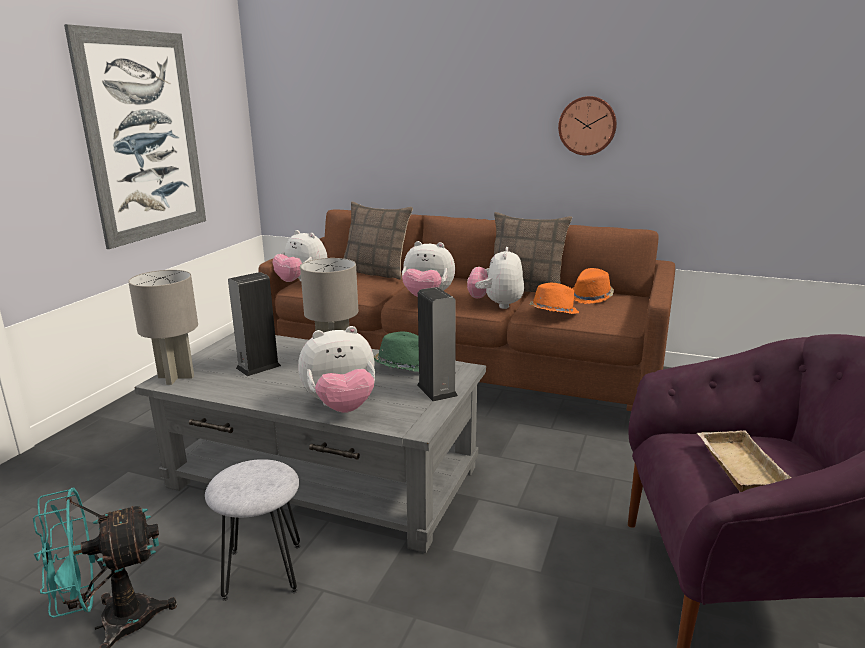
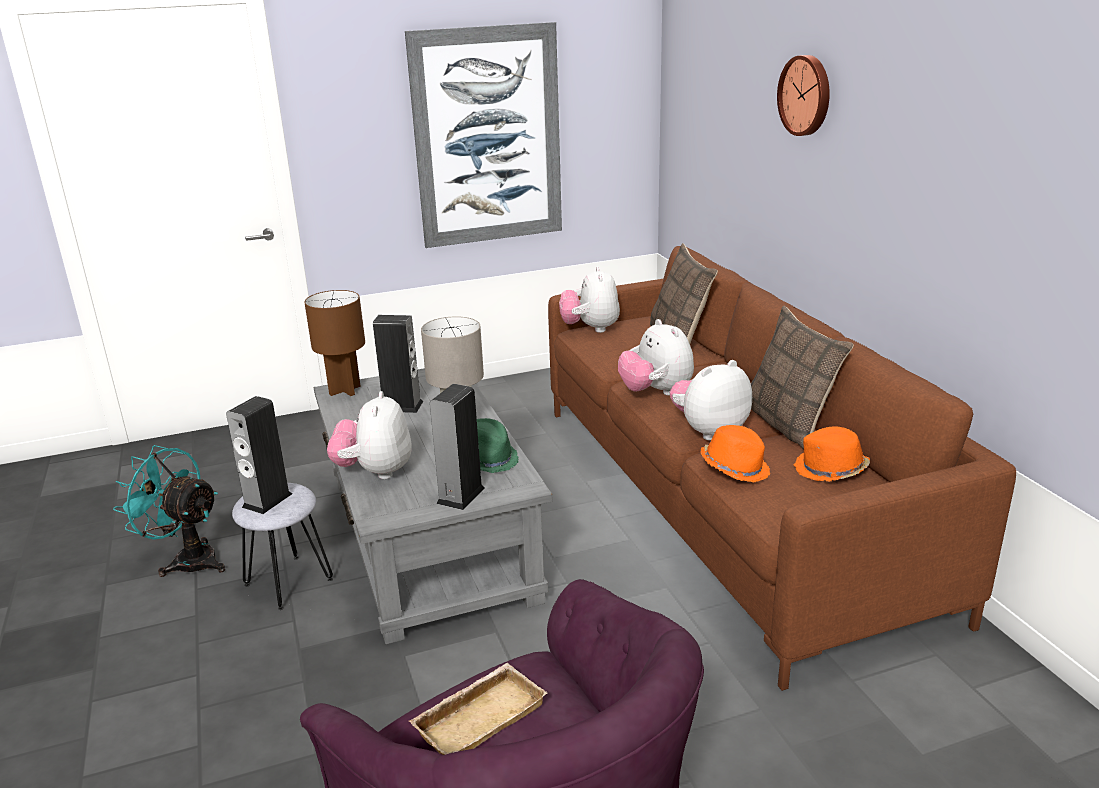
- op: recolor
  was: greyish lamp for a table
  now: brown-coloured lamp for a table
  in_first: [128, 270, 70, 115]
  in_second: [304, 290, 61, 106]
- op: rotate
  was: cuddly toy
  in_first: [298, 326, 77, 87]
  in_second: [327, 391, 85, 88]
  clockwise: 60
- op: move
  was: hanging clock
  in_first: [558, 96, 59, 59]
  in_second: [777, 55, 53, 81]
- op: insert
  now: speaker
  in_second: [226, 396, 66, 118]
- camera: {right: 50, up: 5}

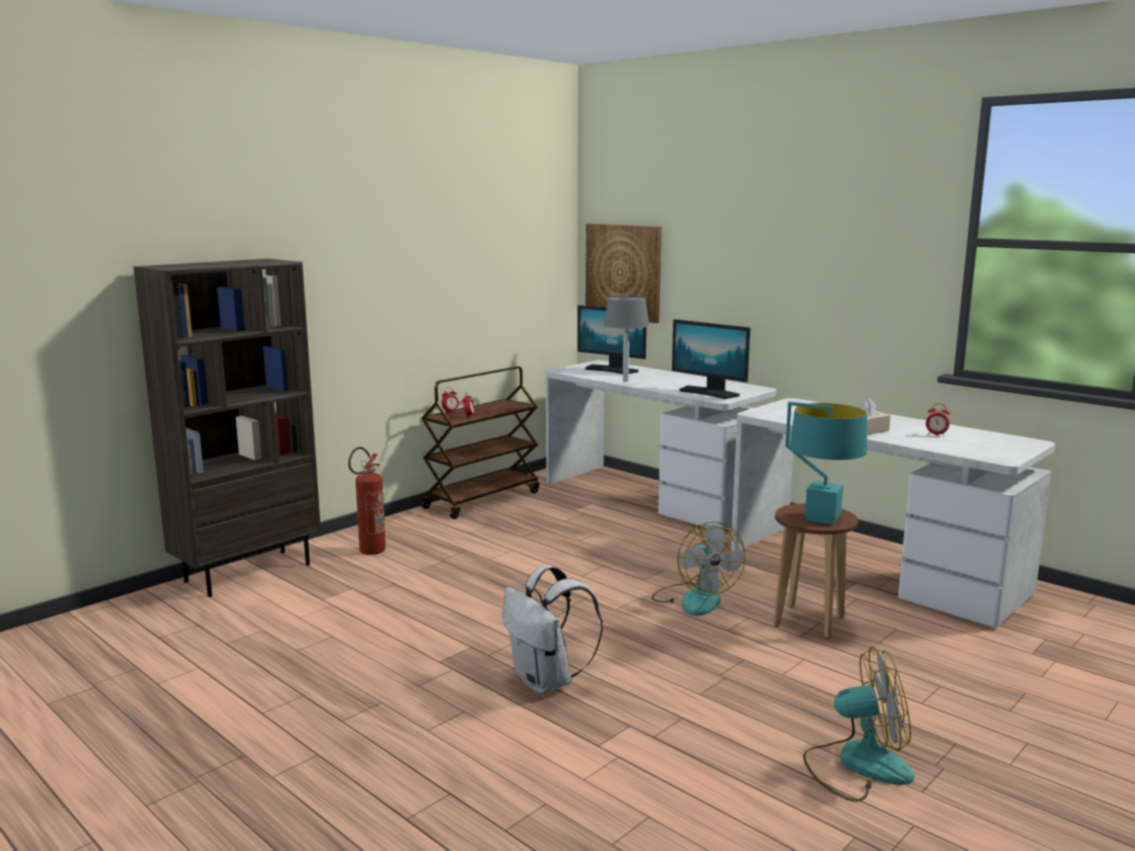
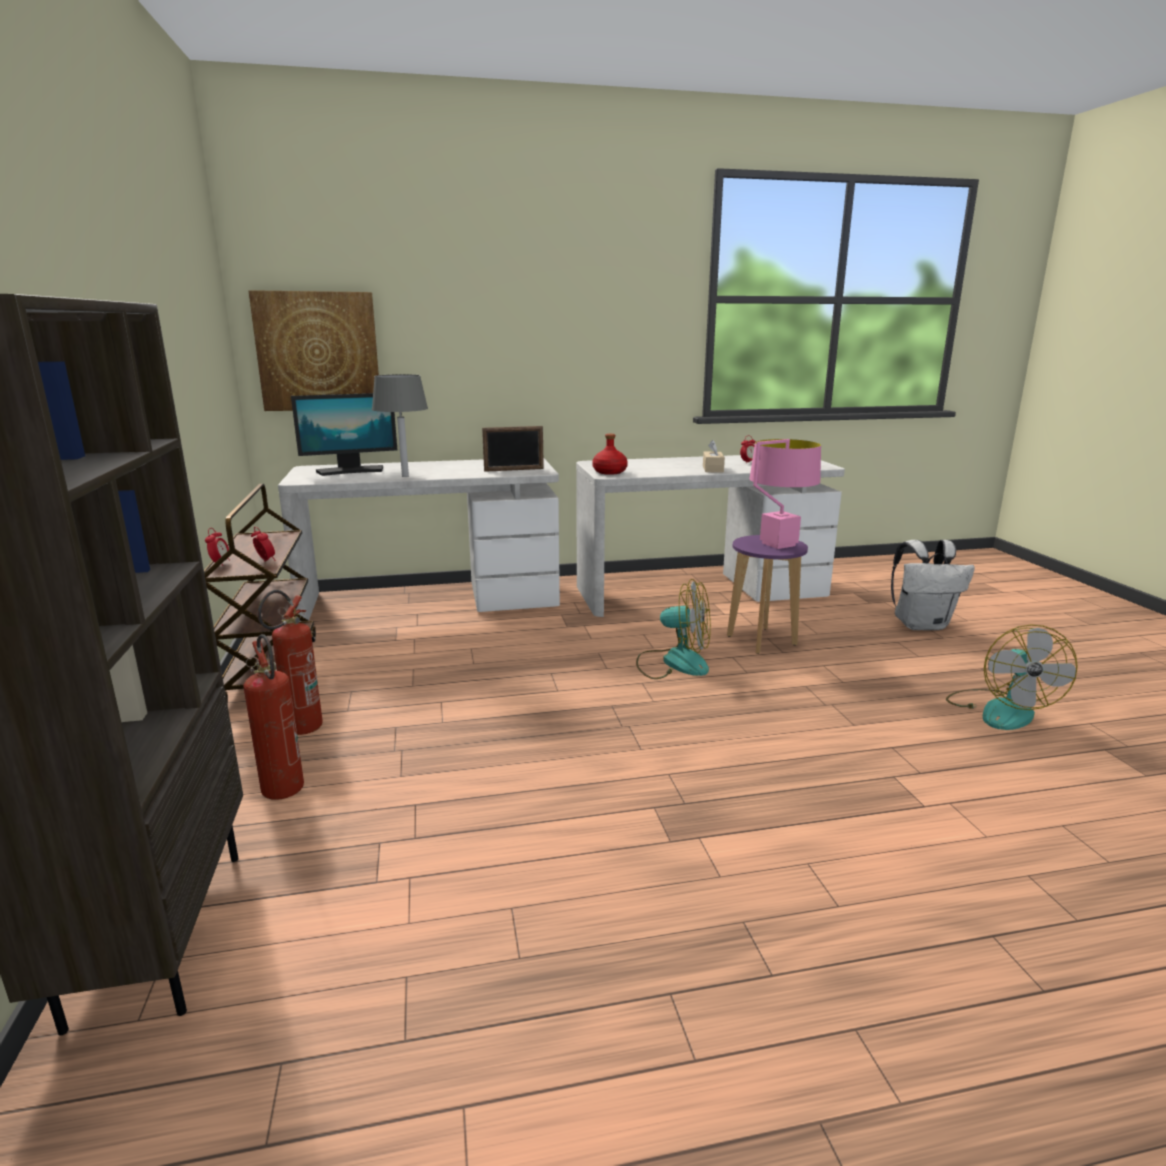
- op: move
  was: white rucksack
  in_first: [502, 565, 101, 129]
  in_second: [891, 540, 84, 90]
- op: replace
  was: computer screen
  now: picture frame
  in_first: [672, 319, 78, 80]
  in_second: [482, 426, 62, 46]
- op: recolor
  was: brown-coloured stool
  now: purple stool
  in_first: [773, 503, 85, 135]
  in_second: [727, 535, 81, 119]
- op: recolor
  was: turquoise lamp for a table
  now: pink lamp for a table
  in_first: [785, 402, 82, 123]
  in_second: [750, 439, 71, 110]
- op: rotate
  was: fan
  in_first: [803, 646, 111, 156]
  in_second: [946, 625, 132, 105]
  clockwise: 150
- op: insert
  now: extinguisher
  in_second: [258, 590, 65, 145]
- op: insert
  now: red beverage bottle
  in_second: [592, 434, 36, 41]
- camera: {right: -55, up: 5}

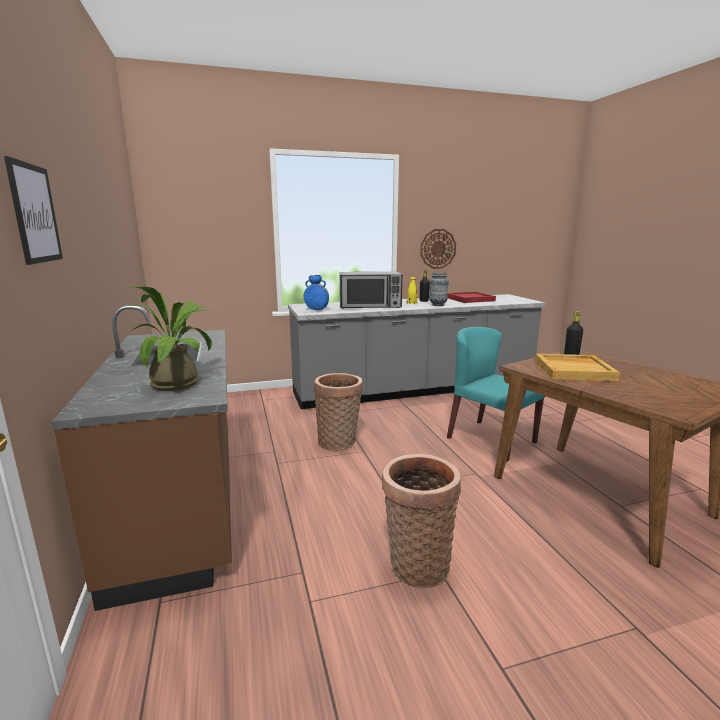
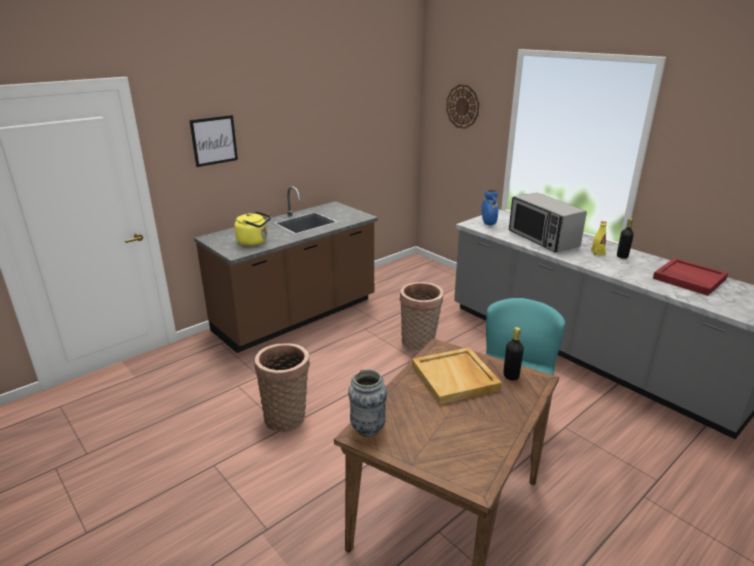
- op: replace
  was: houseplant
  now: yellow tea kettle
  in_first: [126, 287, 86, 104]
  in_second: [234, 211, 37, 35]
- op: move
  was: hanging clock
  in_first: [420, 229, 36, 40]
  in_second: [446, 84, 33, 45]
- op: move
  was: vase
  in_first: [429, 272, 20, 34]
  in_second: [348, 369, 39, 68]
- camera: {right: 65, up: 10}

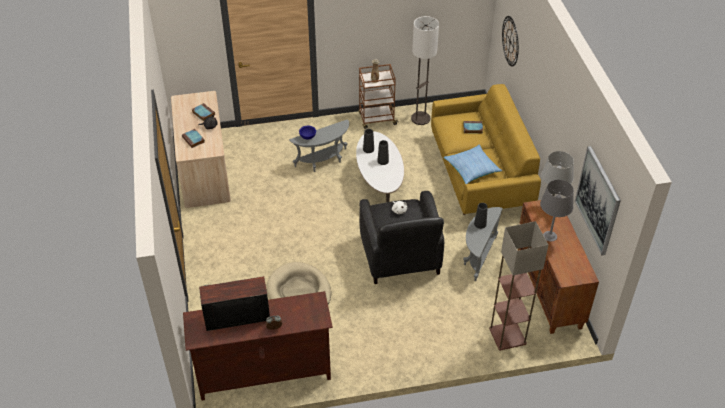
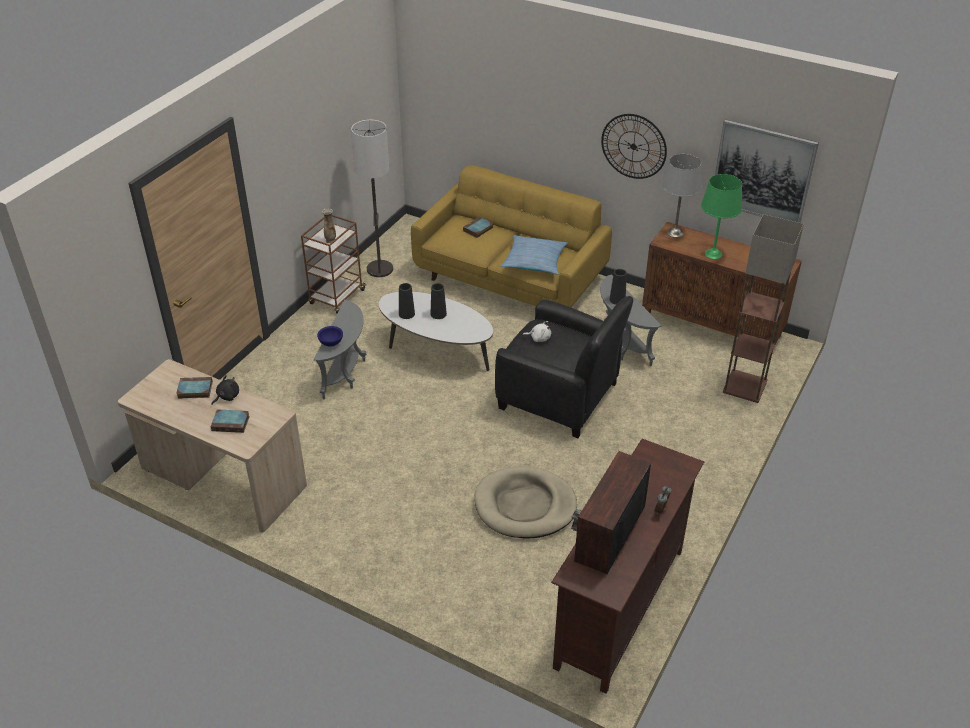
- op: move
  was: hanging clock
  in_first: [502, 16, 17, 50]
  in_second: [601, 114, 66, 65]
- op: recolor
  was: greyish lamp for a table
  now: green-coloured lamp for a table
  in_first: [540, 180, 34, 62]
  in_second: [701, 174, 41, 85]
- camera: {right: -50, up: -5}

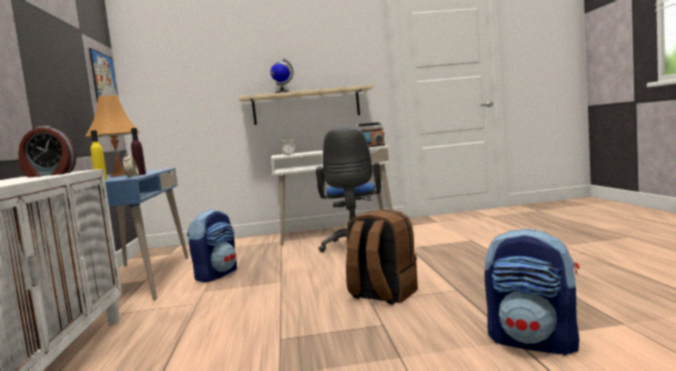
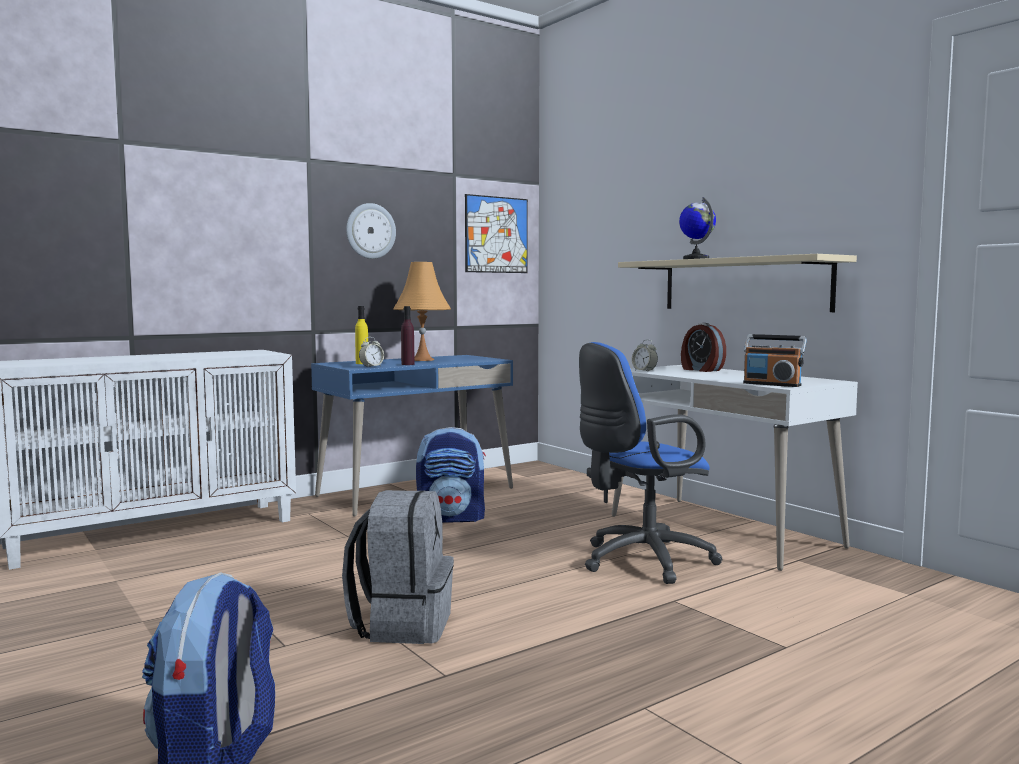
- op: move
  was: alarm clock
  in_first: [18, 126, 58, 52]
  in_second: [681, 323, 45, 49]
- op: recolor
  was: brown-coloured rucksack
  now: greyish rucksack
  in_first: [346, 209, 72, 96]
  in_second: [342, 490, 112, 154]
- op: insert
  now: hanging clock
  in_second: [346, 203, 50, 56]
- camera: {right: 60, up: 0}

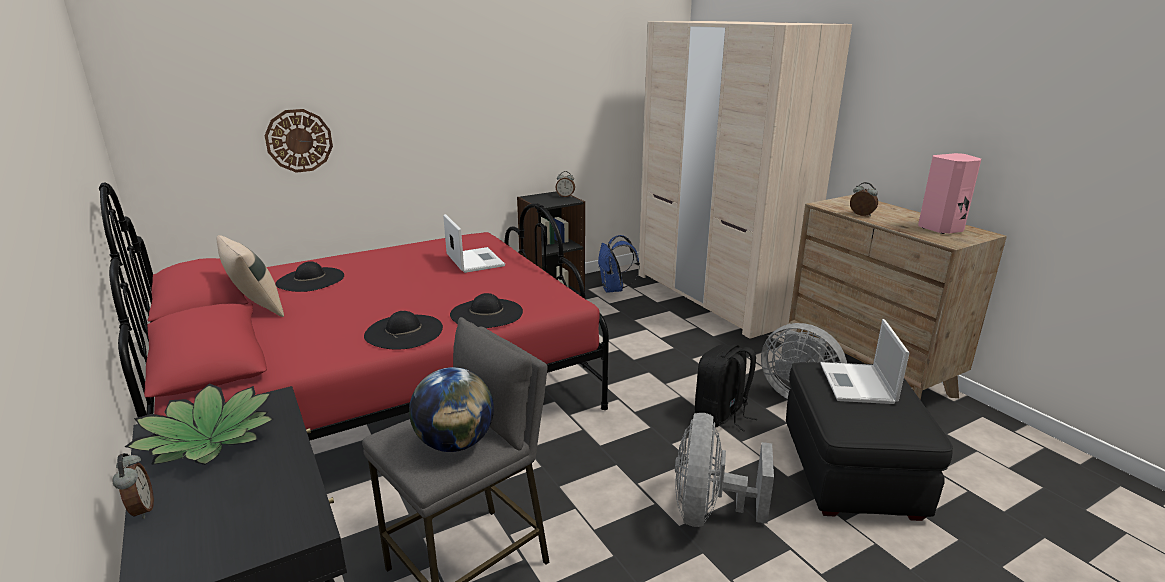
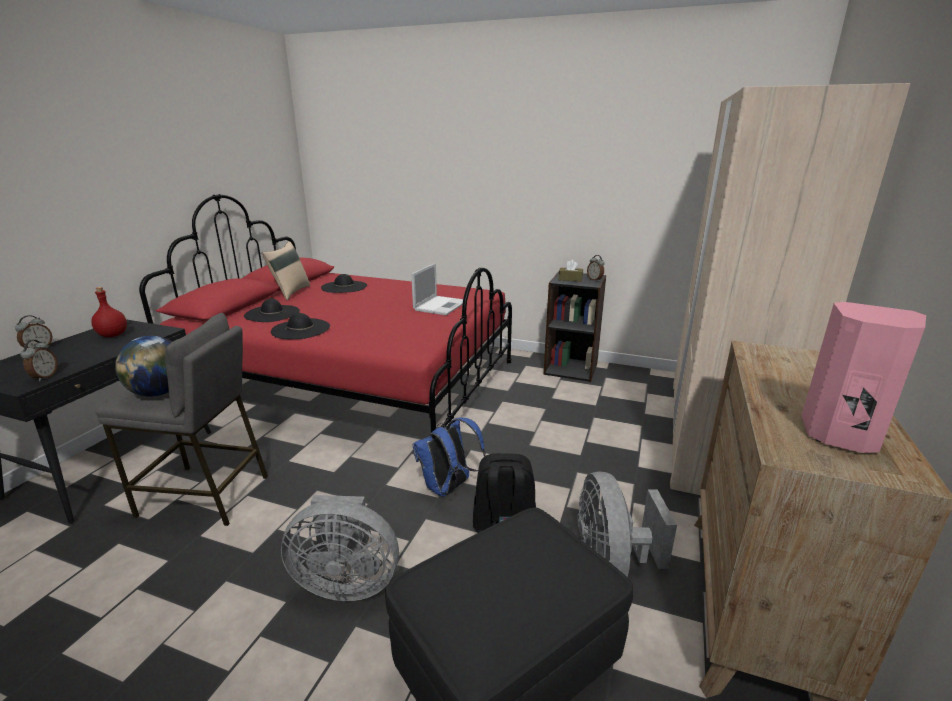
- op: replace
  was: houseplant
  now: red beverage bottle
  in_first: [125, 383, 149, 82]
  in_second: [91, 287, 36, 50]
- op: delete
  was: hanging clock
  in_first: [265, 109, 68, 64]
- op: move
  was: black-coloured clothing hat
  in_first: [450, 293, 73, 35]
  in_second: [244, 299, 56, 23]
- op: move
  was: bluish rucksack
  in_first: [598, 235, 42, 58]
  in_second: [413, 417, 73, 80]
- op: rotate
  was: greyish fan
  in_first: [675, 413, 99, 114]
  in_second: [281, 495, 118, 106]
  clockwise: -150
- op: delete
  was: notebook computer
  in_first: [820, 319, 89, 85]
- op: move
  was: alarm clock
  in_first: [850, 182, 28, 34]
  in_second: [21, 340, 37, 41]
- op: insert
  now: brown-coloured tissue holder
  in_second: [559, 260, 24, 22]
- camera: {right: 50, up: 0}

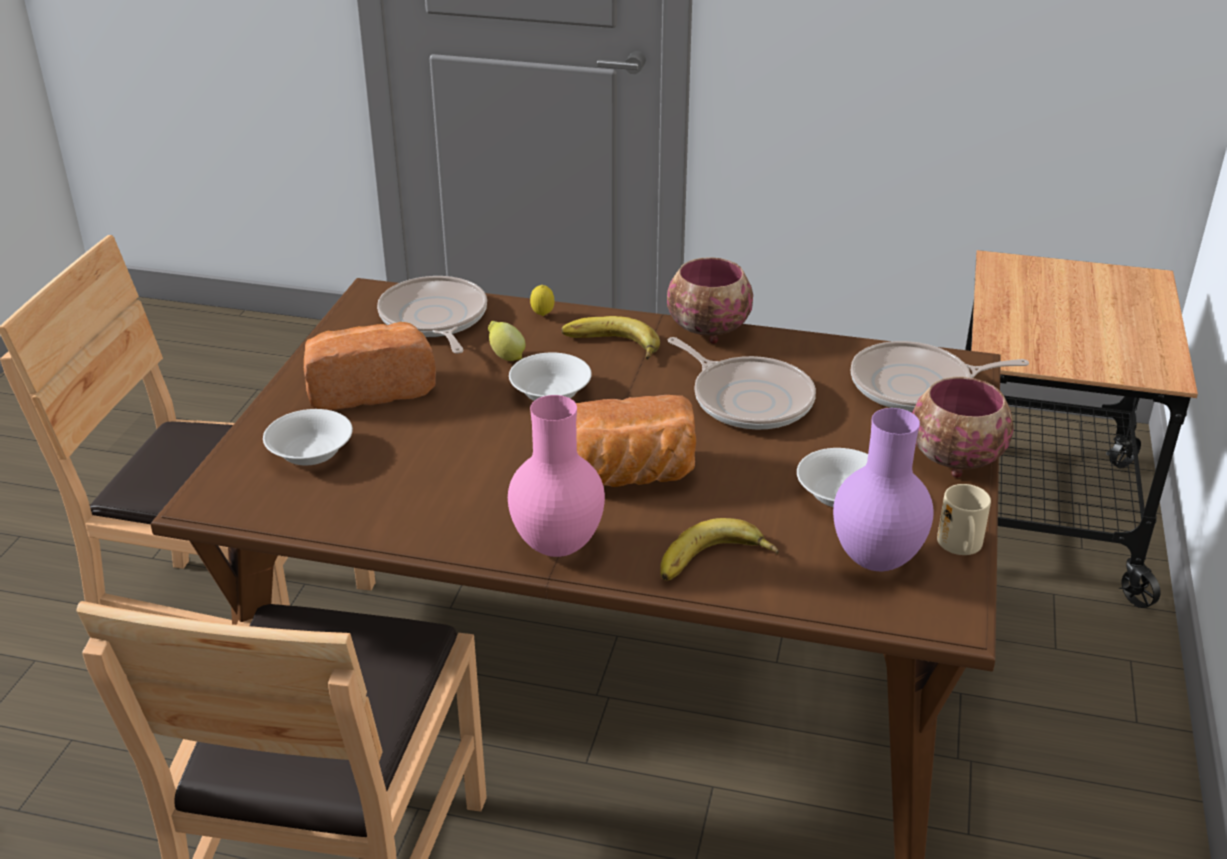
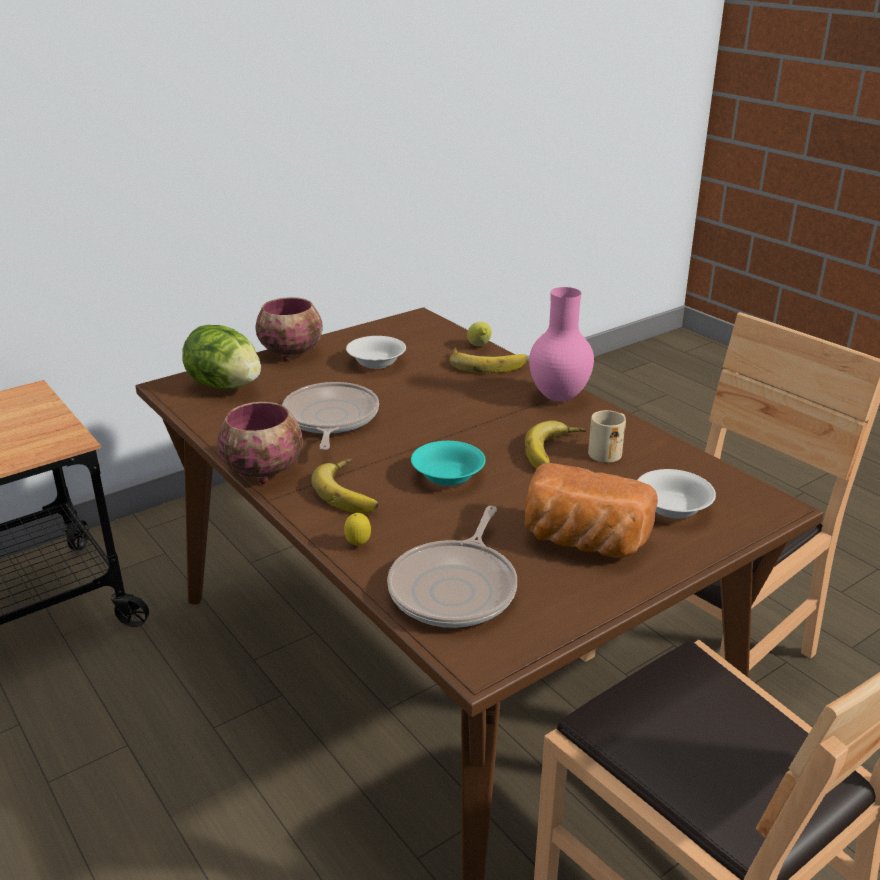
- op: move
  was: citrus fruit
  in_first: [488, 321, 38, 40]
  in_second: [467, 322, 25, 24]
- op: recolor
  was: white deep dish
  now: turquoise deep dish
  in_first: [509, 352, 83, 49]
  in_second: [411, 441, 75, 45]
- op: delete
  was: baked bread
  in_first: [576, 395, 120, 92]
- op: delete
  was: purple vase
  in_first: [833, 408, 101, 163]
- op: replace
  was: pan
  now: lettuce head
  in_first: [850, 341, 179, 71]
  in_second: [182, 325, 79, 65]
- op: move
  was: sand-coloured mug
  in_first: [937, 484, 54, 71]
  in_second: [588, 410, 38, 53]
- op: insert
  now: banana
  in_second: [525, 420, 61, 49]
- camera: {right: -140, up: -5}

